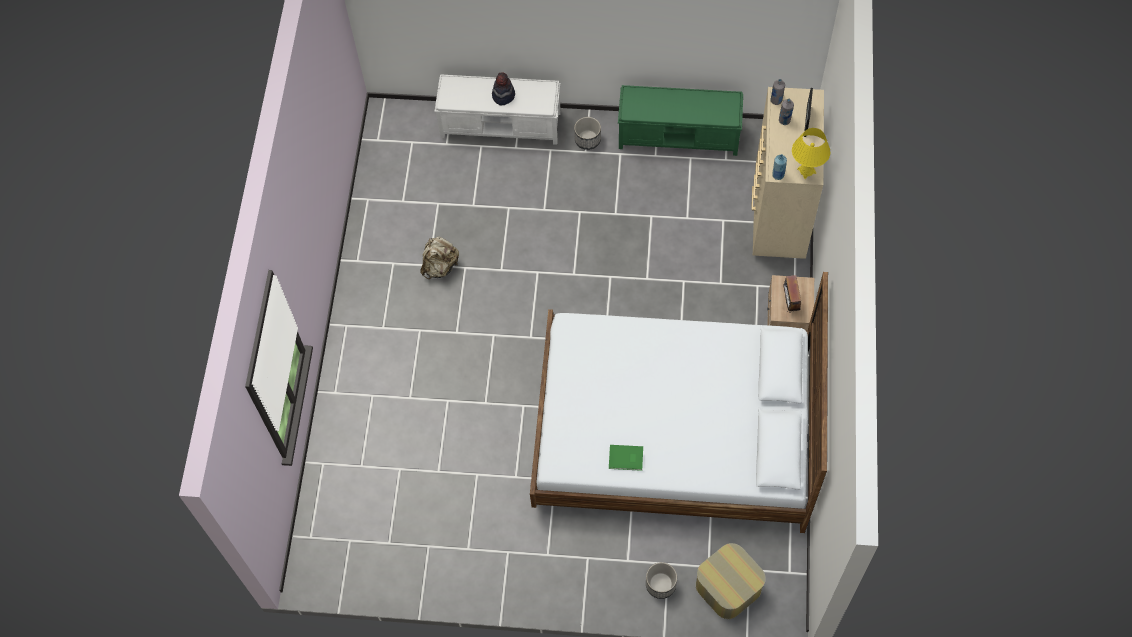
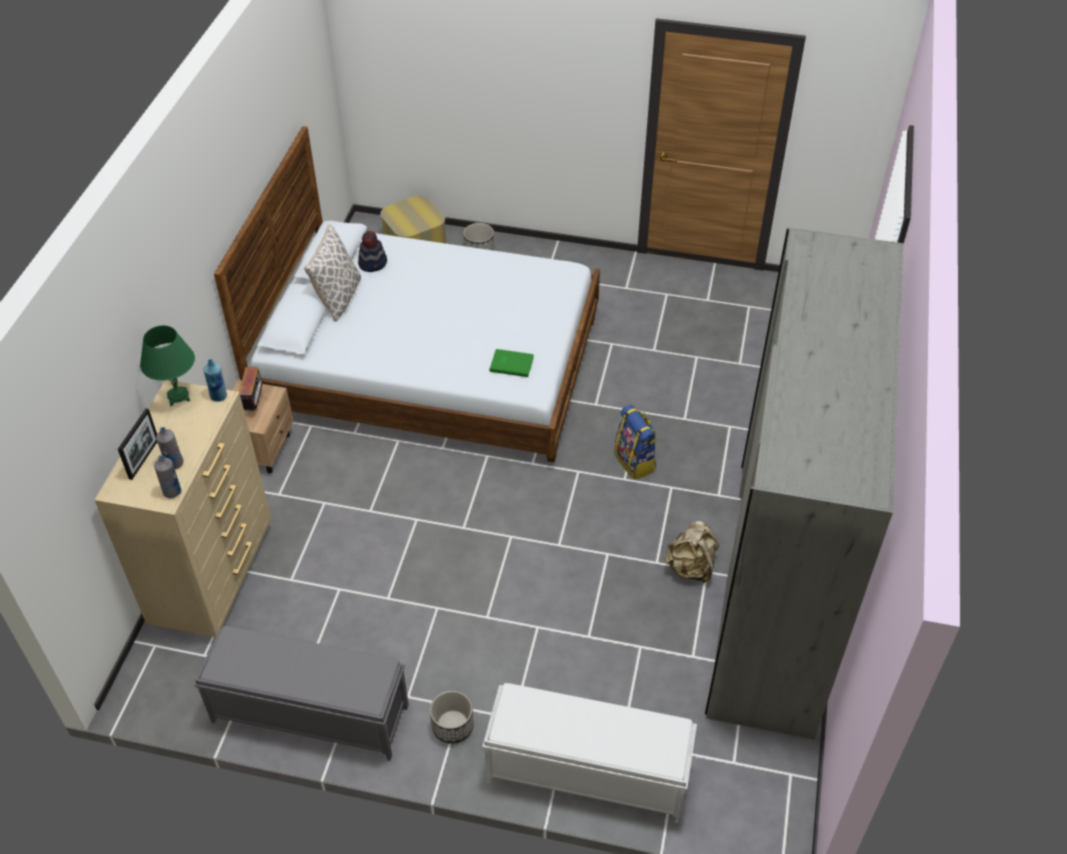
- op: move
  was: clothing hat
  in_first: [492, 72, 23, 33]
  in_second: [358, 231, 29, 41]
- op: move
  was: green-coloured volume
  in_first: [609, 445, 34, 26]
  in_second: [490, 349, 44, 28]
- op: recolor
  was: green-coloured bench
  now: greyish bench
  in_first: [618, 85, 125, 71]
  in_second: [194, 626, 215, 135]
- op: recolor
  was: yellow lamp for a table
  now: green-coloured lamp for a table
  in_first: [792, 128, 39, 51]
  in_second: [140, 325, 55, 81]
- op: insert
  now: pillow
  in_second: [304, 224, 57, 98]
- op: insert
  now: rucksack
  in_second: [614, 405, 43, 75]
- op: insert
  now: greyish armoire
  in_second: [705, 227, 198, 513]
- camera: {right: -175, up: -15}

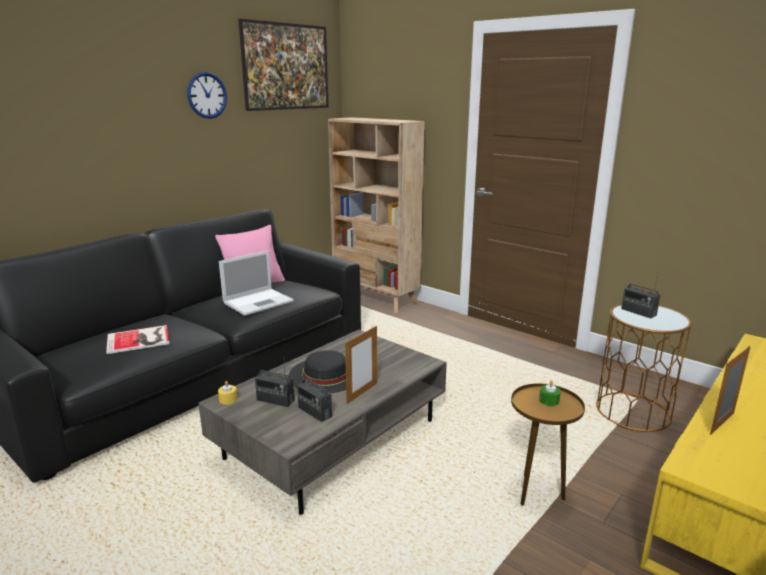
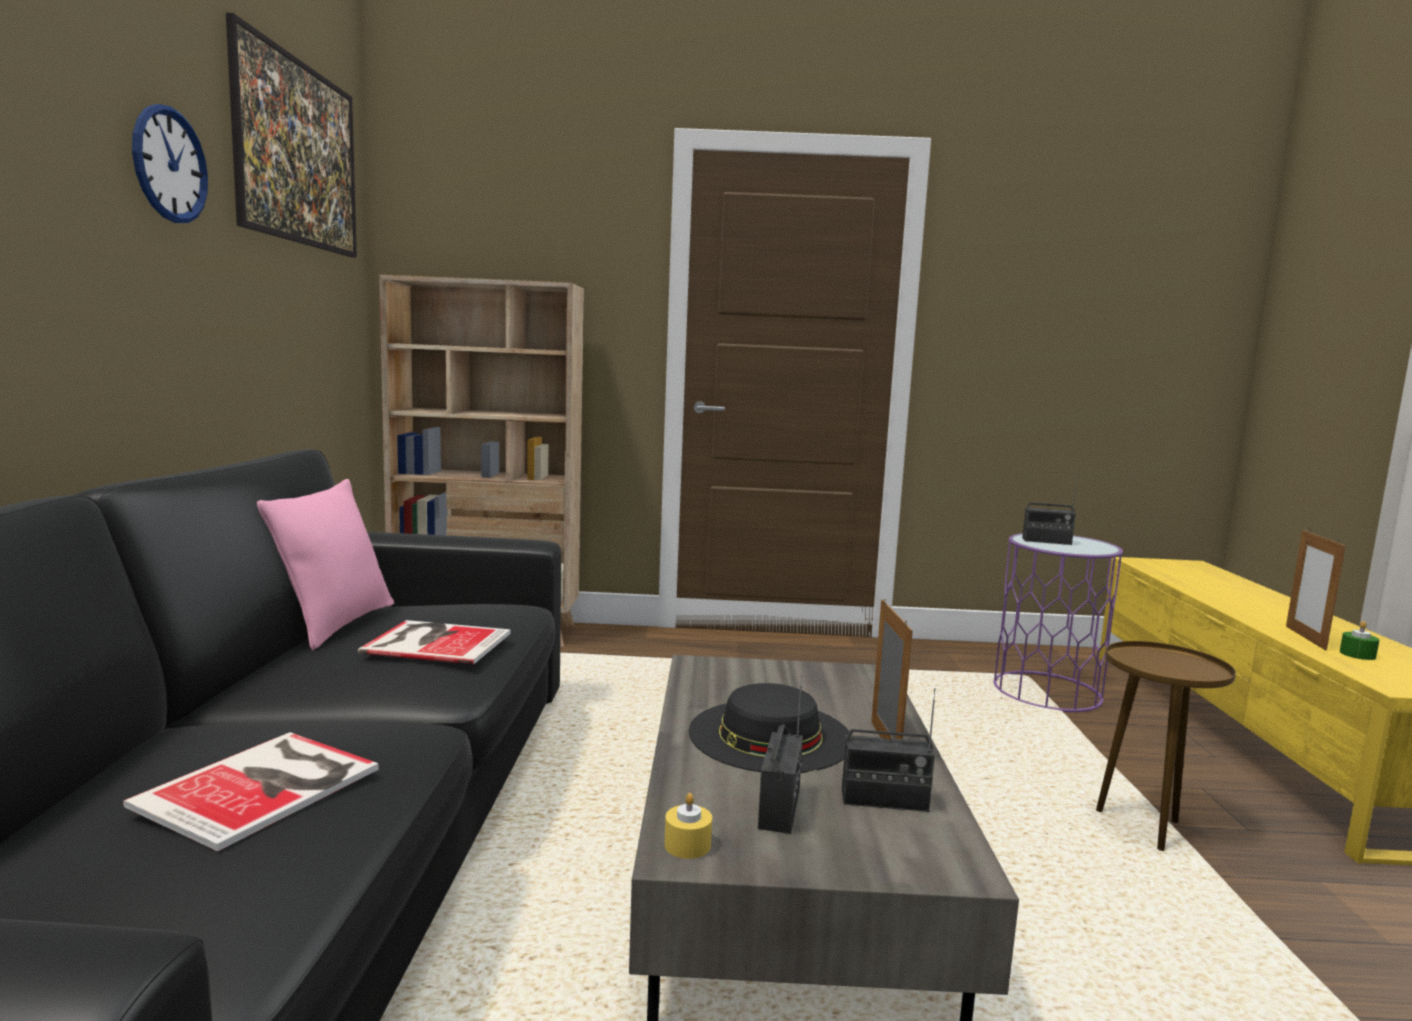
- op: replace
  was: notebook computer
  now: volume
  in_first: [219, 251, 75, 65]
  in_second: [358, 620, 152, 44]
- op: rotate
  was: radio
  in_first: [255, 362, 40, 45]
  in_second: [758, 674, 45, 160]
  clockwise: -60
- op: move
  was: green-coloured wax light
  in_first: [539, 380, 22, 26]
  in_second: [1340, 621, 39, 39]
- op: recolor
  was: brown-coloured accent table
  now: purple accent table
  in_first: [596, 304, 96, 128]
  in_second: [993, 533, 130, 179]
- camera: {right: -40, up: -10}

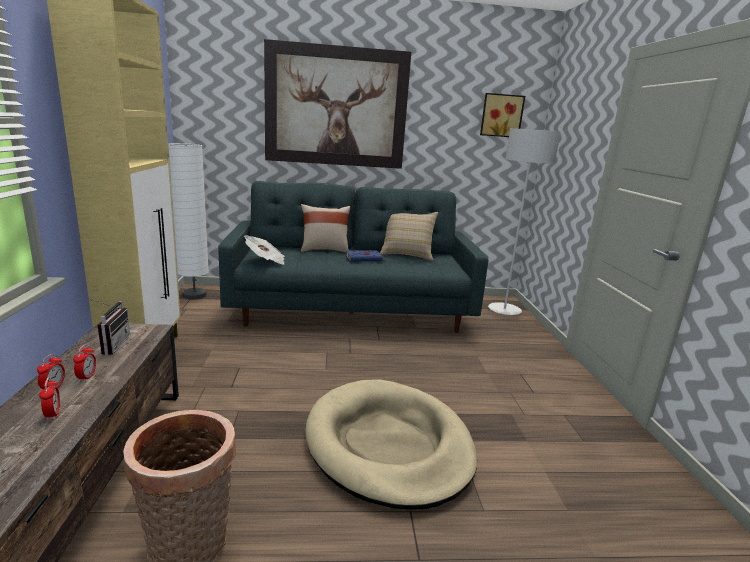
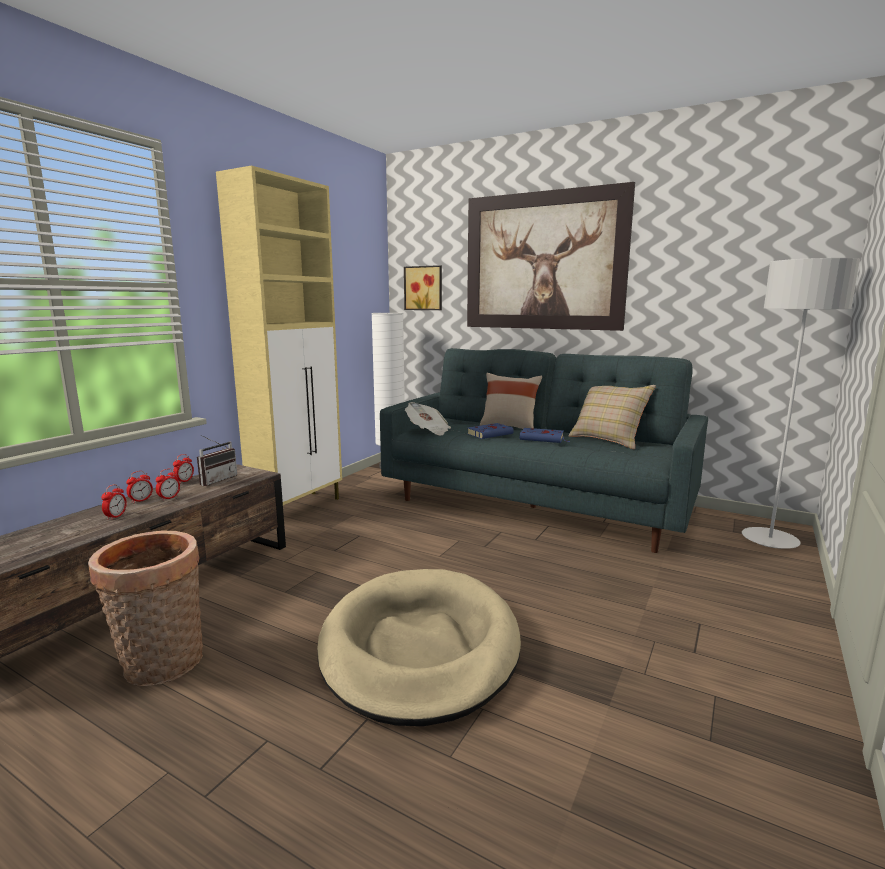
- op: move
  was: wall picture
  in_first: [480, 93, 45, 44]
  in_second: [404, 265, 38, 45]
- op: insert
  now: alarm clock
  in_second: [173, 454, 21, 30]
- op: insert
  now: bluish volume
  in_second: [468, 423, 46, 16]
- camera: {right: 35, up: -5}

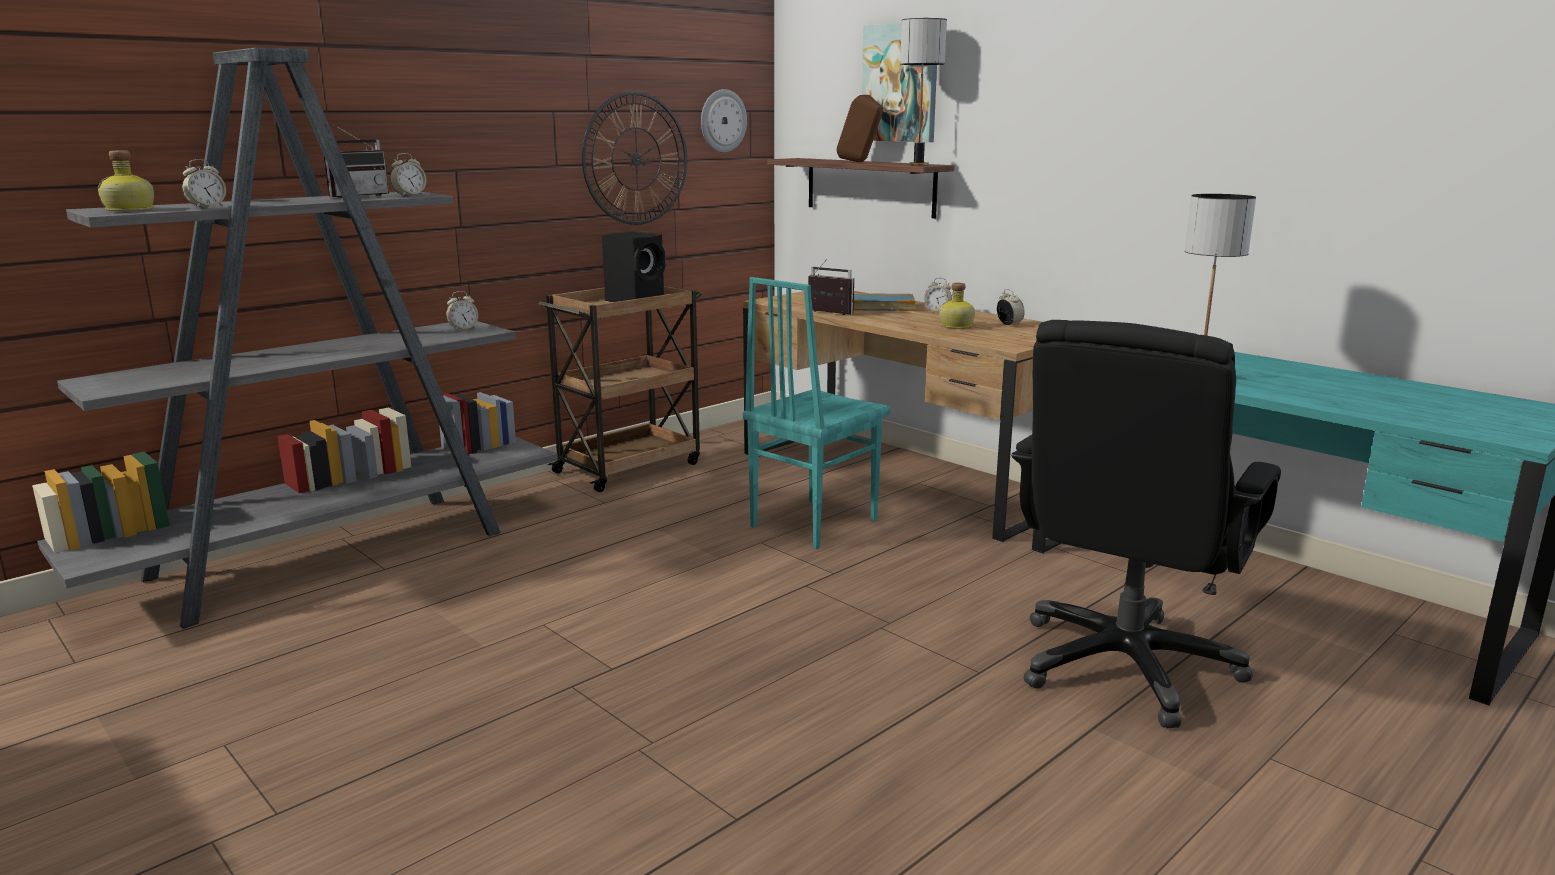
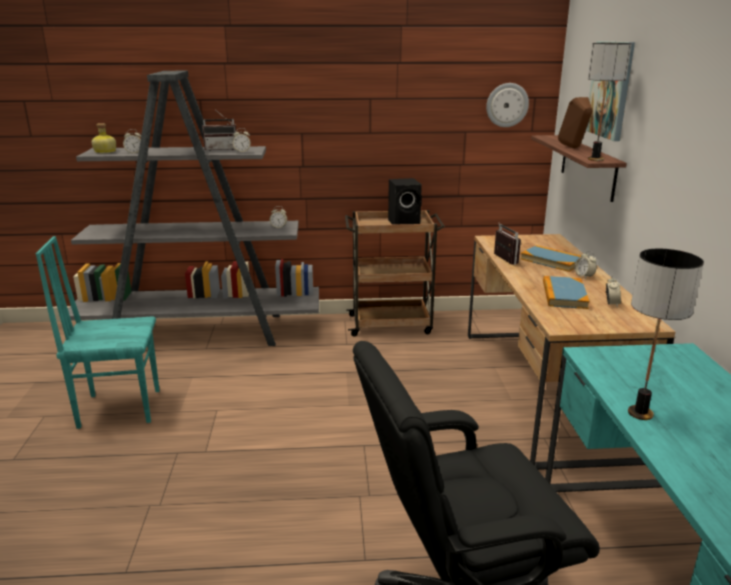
- op: delete
  was: hanging clock
  in_first: [582, 91, 105, 134]
- op: move
  was: turquoise upright chair
  in_first: [743, 277, 148, 272]
  in_second: [36, 236, 124, 193]
- op: replace
  was: beverage bottle
  now: volume
  in_first: [939, 283, 36, 46]
  in_second: [543, 276, 47, 33]
- camera: {right: 40, up: 5}

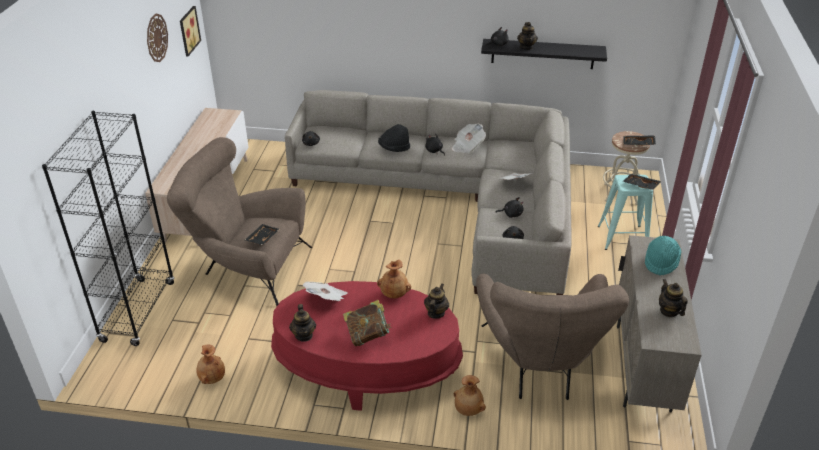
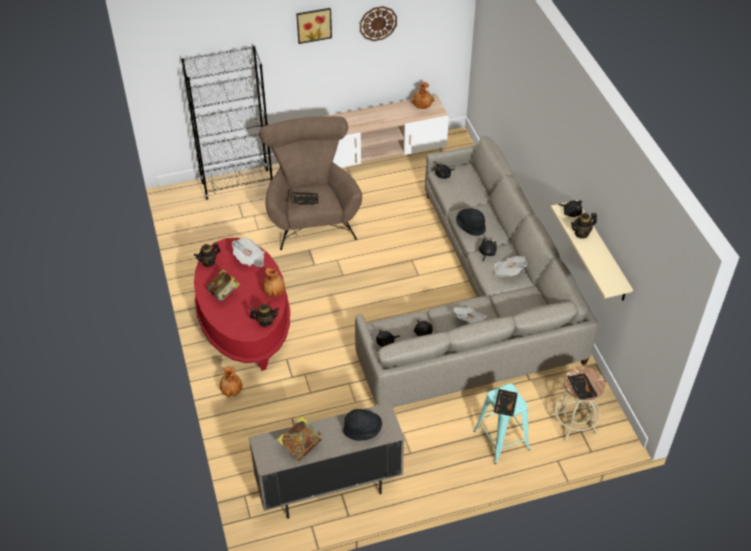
- op: move
  was: wall picture
  in_first: [180, 6, 21, 50]
  in_second: [296, 8, 36, 36]
- op: move
  was: brown-coloured vase
  in_first: [196, 345, 29, 39]
  in_second: [411, 82, 23, 27]
- op: delete
  was: brown-coloured lounge chair
  in_first: [476, 274, 153, 126]
- op: recolor
  was: black-coloured bracket shelf
  now: sand-coloured bracket shelf
  in_first: [481, 39, 126, 30]
  in_second: [551, 200, 82, 101]
- op: recolor
  was: turquoise clothing hat
  now: black-coloured clothing hat
  in_first: [645, 236, 36, 40]
  in_second: [343, 409, 39, 32]
- op: replace
  was: pot for tea
  now: volume
  in_first: [659, 279, 29, 38]
  in_second: [277, 416, 45, 45]
- camera: {right: 65, up: 10}

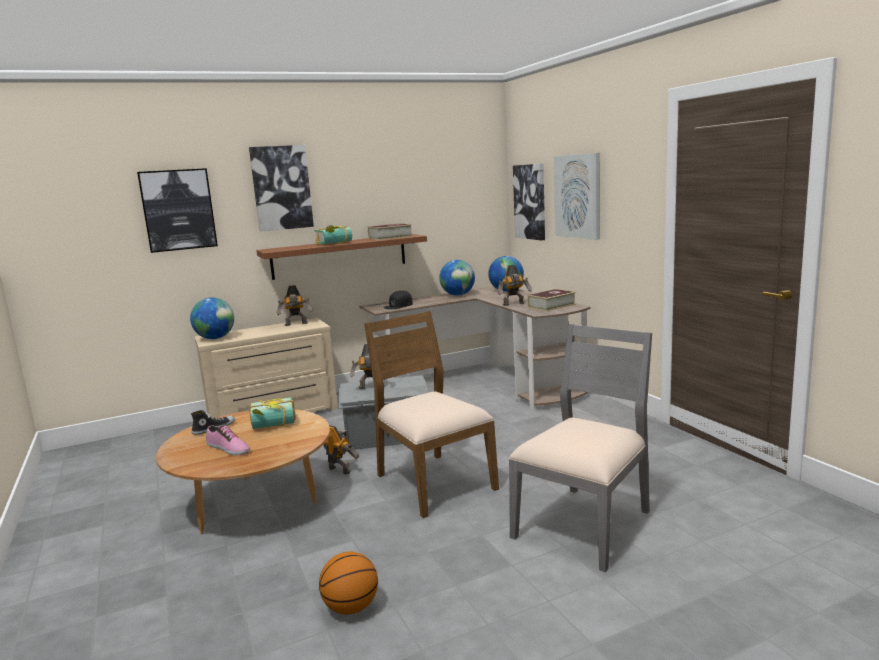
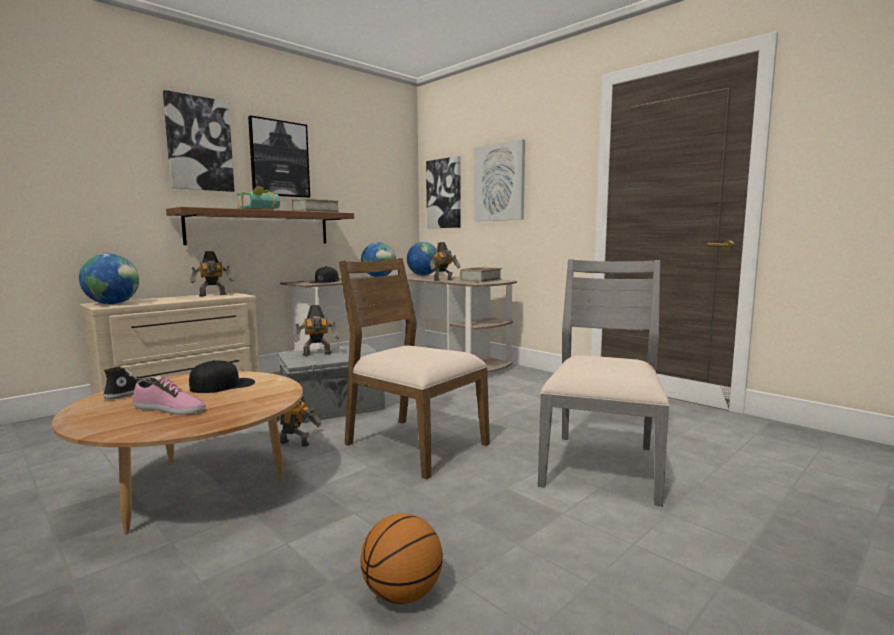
- op: move
  was: wall picture
  in_first: [137, 168, 81, 85]
  in_second: [248, 115, 62, 83]
- op: replace
  was: volume
  now: black-coloured baseball cap
  in_first: [249, 398, 47, 31]
  in_second: [189, 360, 66, 33]
- camera: {right: -20, up: -5}

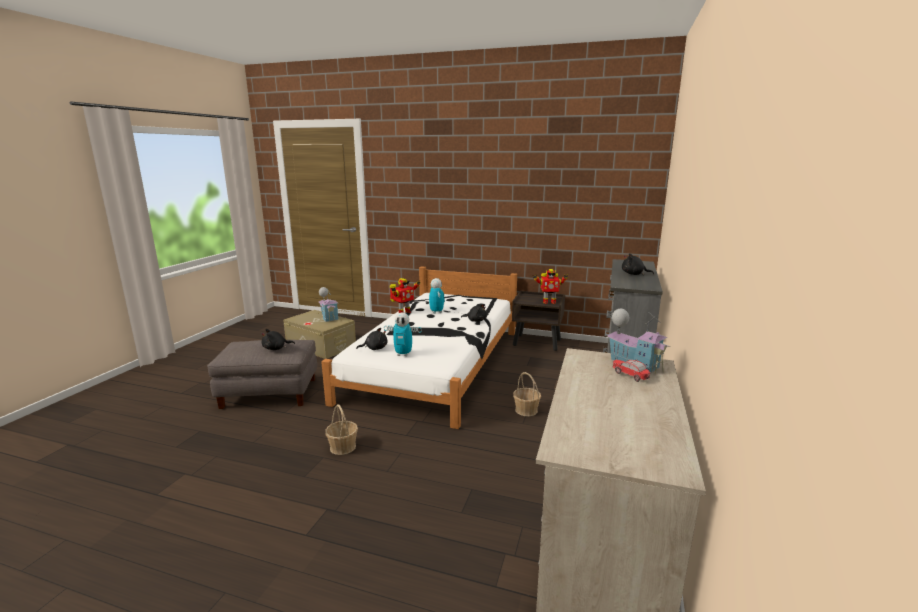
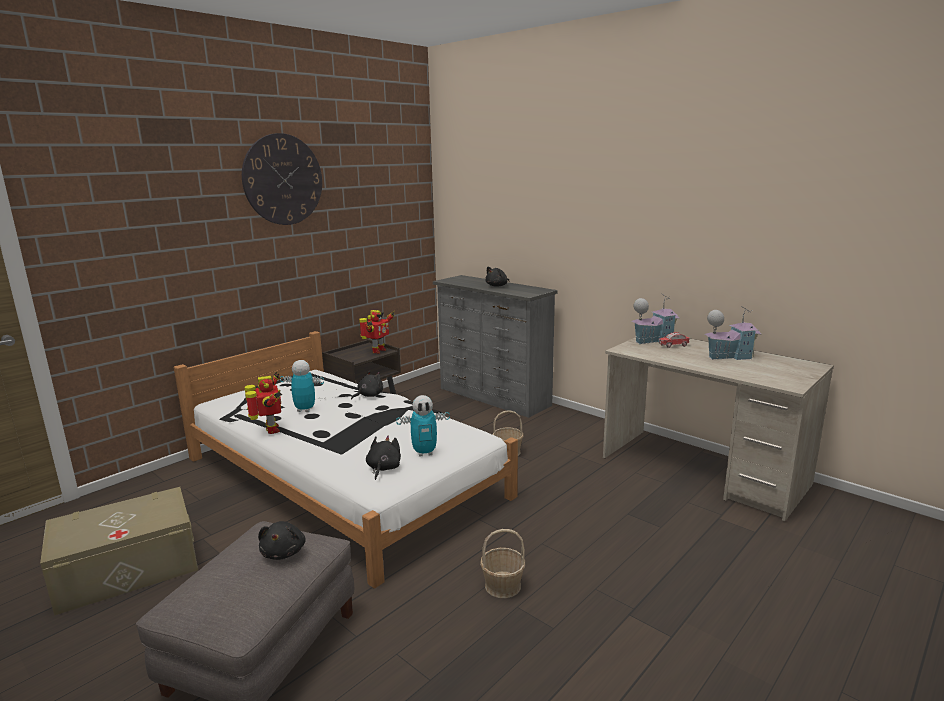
- op: move
  was: miniature house
  in_first: [319, 287, 20, 35]
  in_second: [705, 306, 56, 54]
- op: rotate
  was: toy robot
  in_first: [384, 312, 38, 44]
  in_second: [396, 395, 54, 62]
  clockwise: 45
- op: insert
  now: hanging clock
  in_second: [242, 133, 80, 92]
- camera: {right: -65, up: 0}

